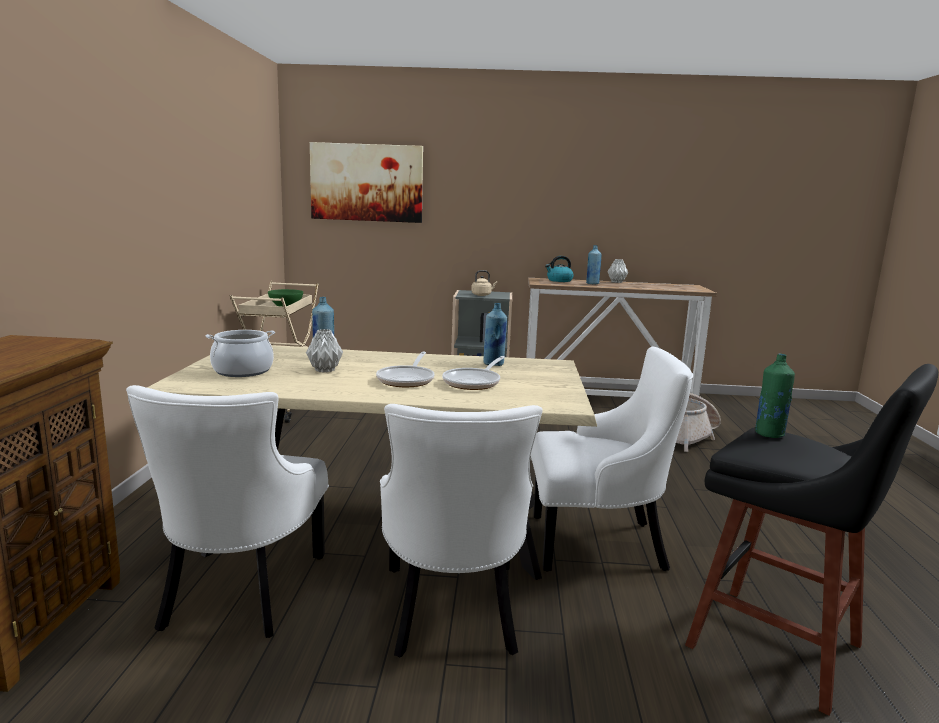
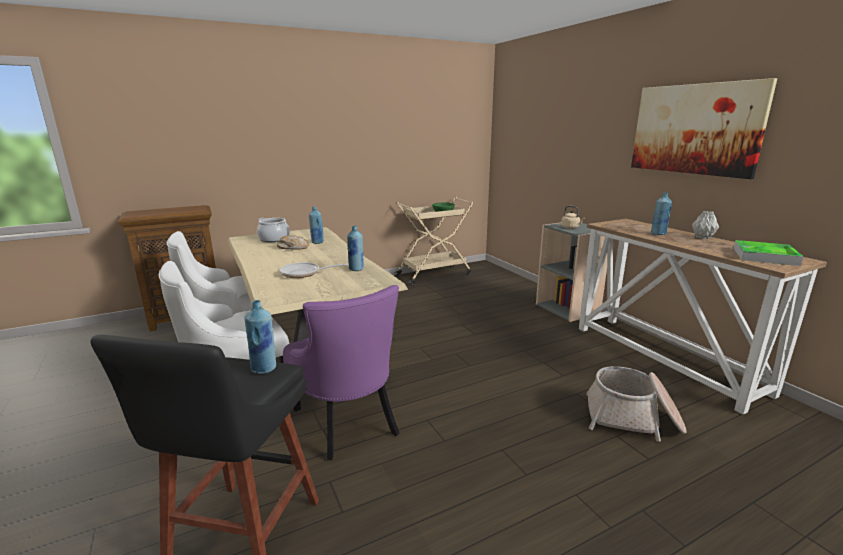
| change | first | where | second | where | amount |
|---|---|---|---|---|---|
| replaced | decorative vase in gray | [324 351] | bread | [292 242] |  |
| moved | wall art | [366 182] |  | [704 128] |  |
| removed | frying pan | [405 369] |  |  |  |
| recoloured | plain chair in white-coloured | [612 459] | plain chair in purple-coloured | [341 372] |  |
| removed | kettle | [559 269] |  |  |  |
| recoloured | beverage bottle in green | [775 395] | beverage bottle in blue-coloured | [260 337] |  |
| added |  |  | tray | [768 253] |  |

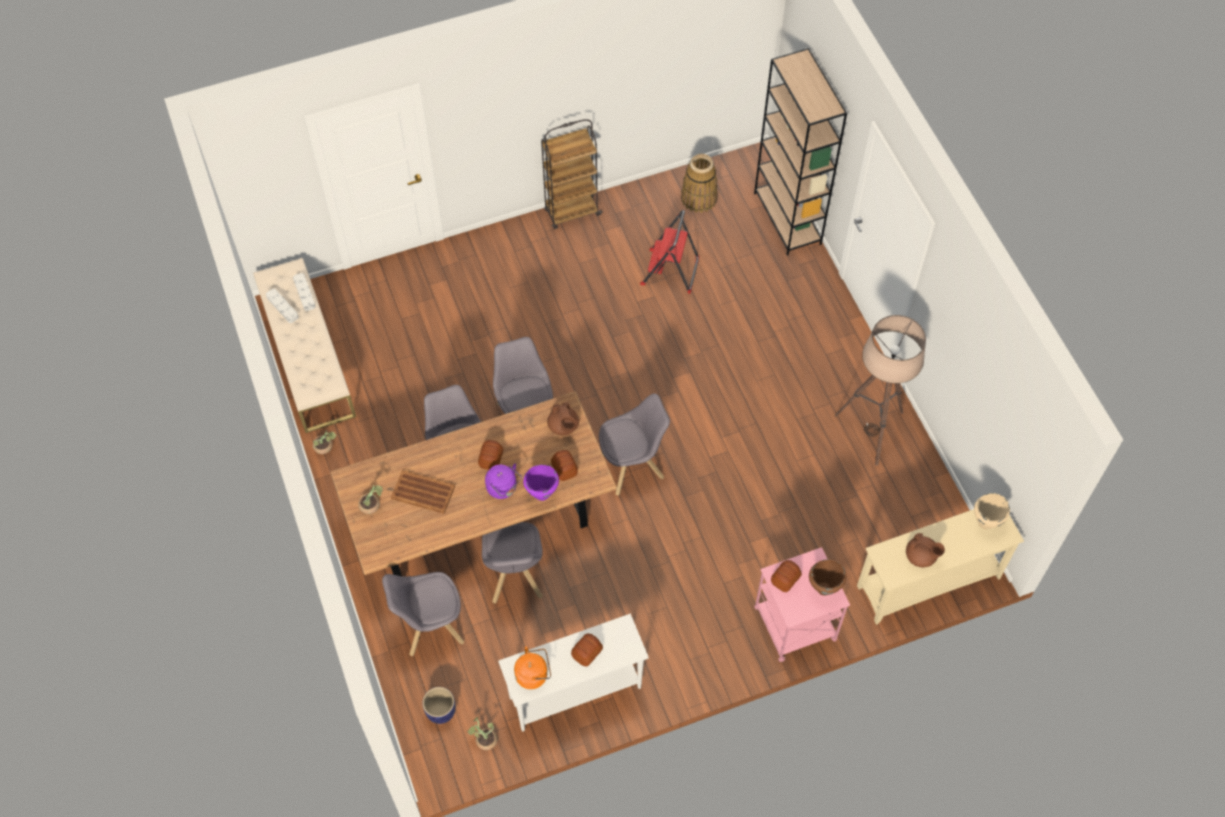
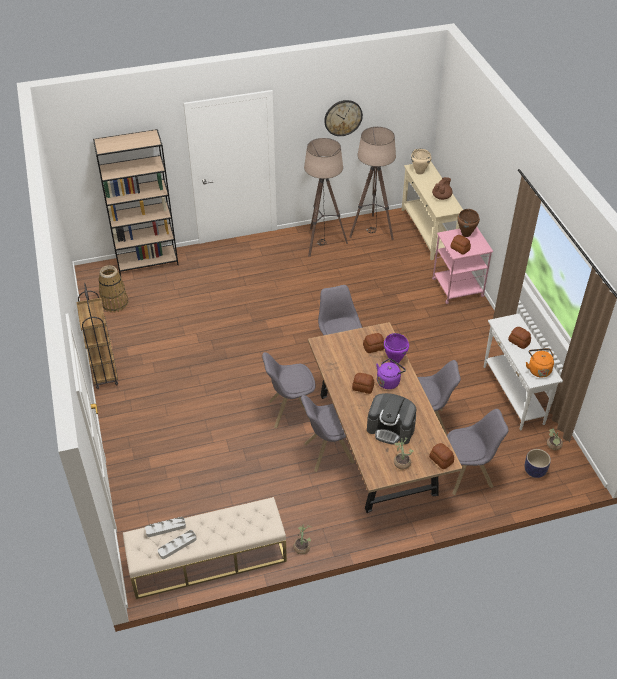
| change | first | where | second | where | amount |
|---|---|---|---|---|---|
| turned | plain chair in gray | [423 614] |  | [478 452] | 90 degrees counterclockwise |
| replaced | tray in brown | [423 492] | coffee brewer | [391 419] |  |
| removed | tea pot in brown | [563 418] |  |  |  |
| removed | step ladder in red | [669 252] |  |  |  |
| added |  |  | hanging clock | [343 118] |  |
| added |  |  | standing lamp | [372 183] |  |
| added |  |  | bread | [441 456] |  |

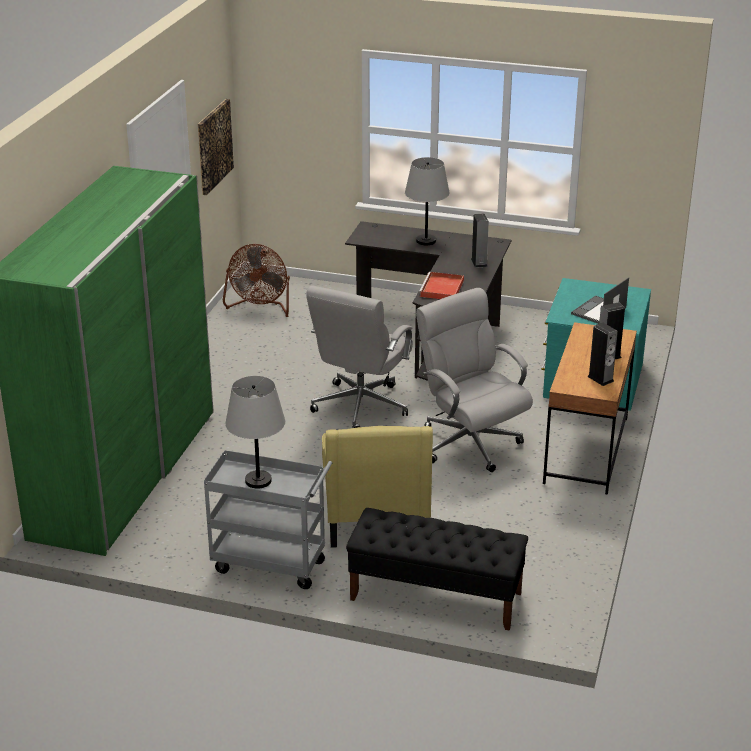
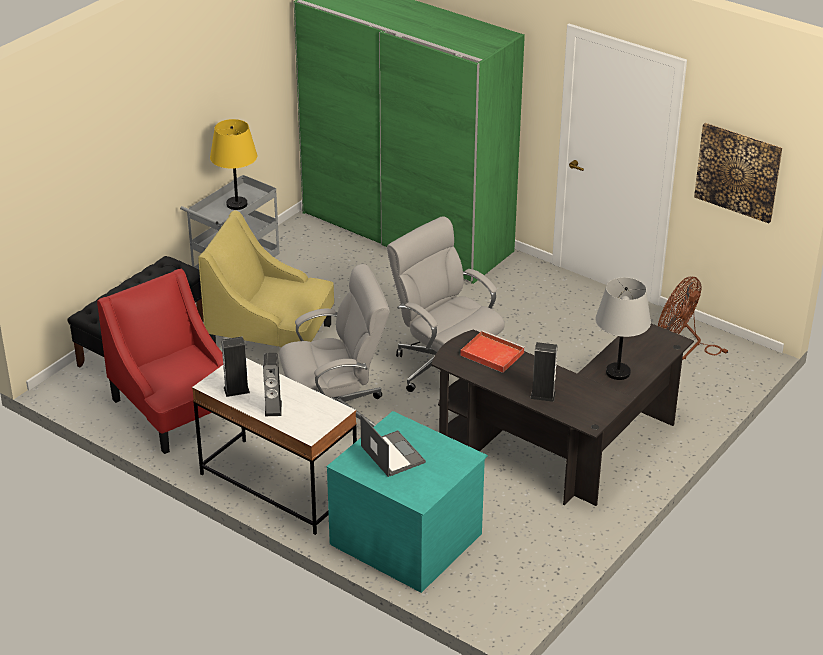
| change | first | where | second | where | amount |
|---|---|---|---|---|---|
| recoloured | table lamp in gray | [255 432] | table lamp in yellow-coloured | [233 164] |  |
| recoloured | desk in brown | [590 408] | desk in white-coloured | [274 446] |  |
| added |  |  | lounge chair in red | [160 361] |  |

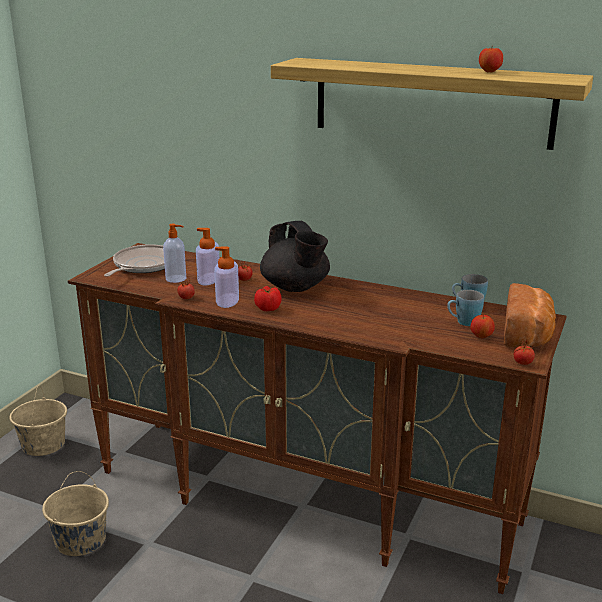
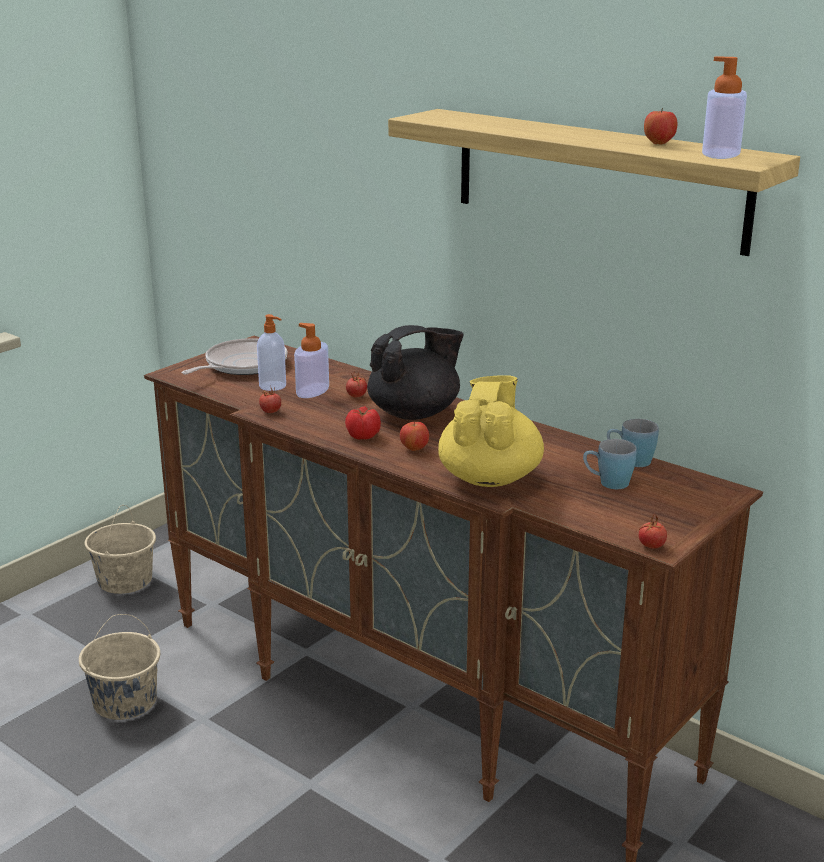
| change | first | where | second | where | amount |
|---|---|---|---|---|---|
| moved | liquid soap bottle | [226 277] |  | [724 108] |  |
| turned | tea pot in blackish | [295 256] |  | [415 372] | 105 degrees counterclockwise |
| moved | whole apple | [482 327] |  | [414 436] |  |
| removed | bread | [530 315] |  |  |  |
| added |  |  | tea pot in yellow-coloured | [491 431] |  |

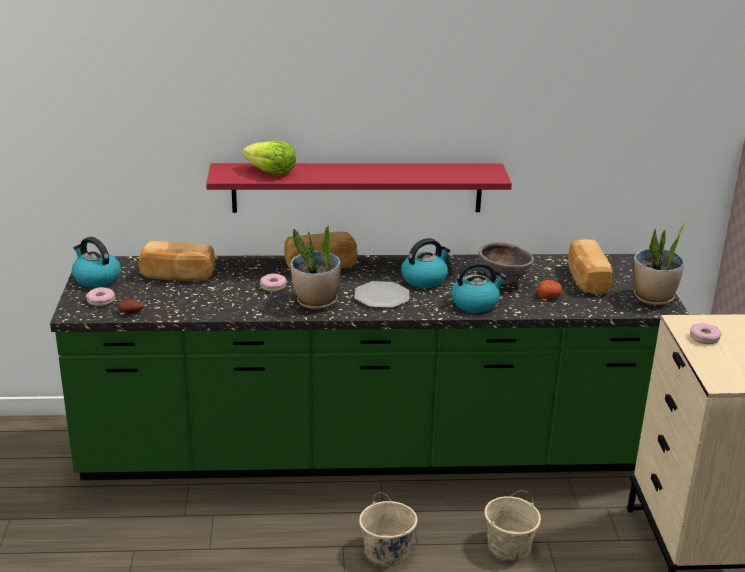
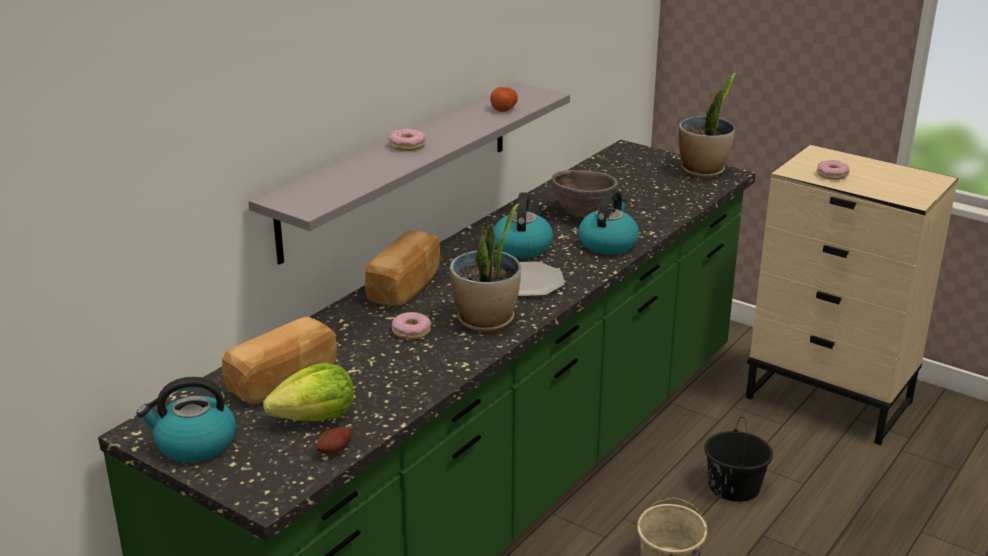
| change | first | where | second | where | amount |
|---|---|---|---|---|---|
| moved | ring doughnut | [100 296] |  | [407 139] |  |
| recoloured | bracket shelf in red | [359 188] | bracket shelf in gray | [409 173] |  |
| moved | lettuce | [269 158] |  | [308 392] |  |
| recoloured | water bucket in sand-coloured | [512 525] | water bucket in blackish | [738 459] |  |
| moved | potato | [549 289] |  | [504 99] |  |
| removed | bread | [590 266] |  |  |  |

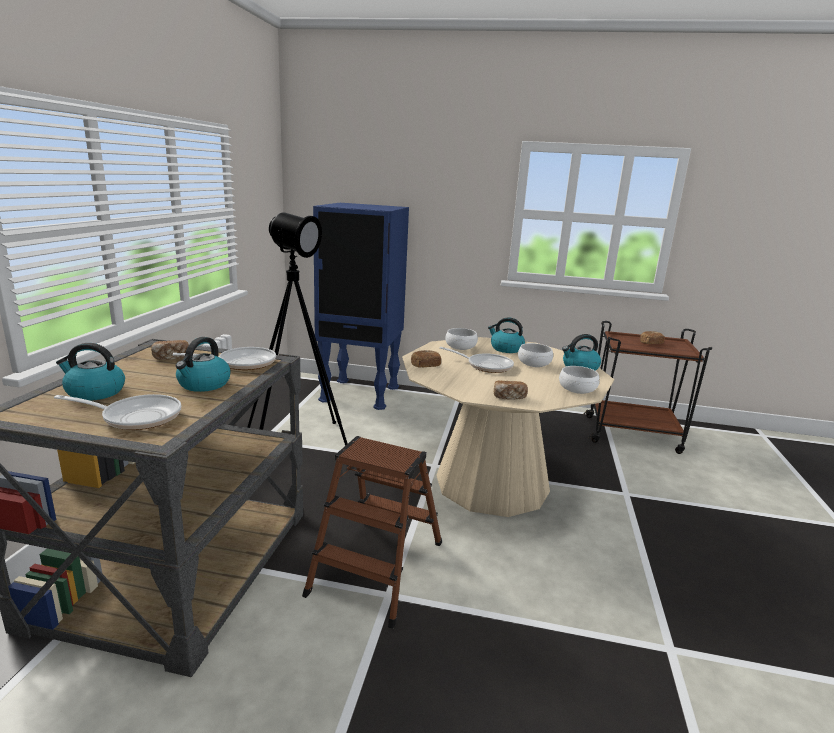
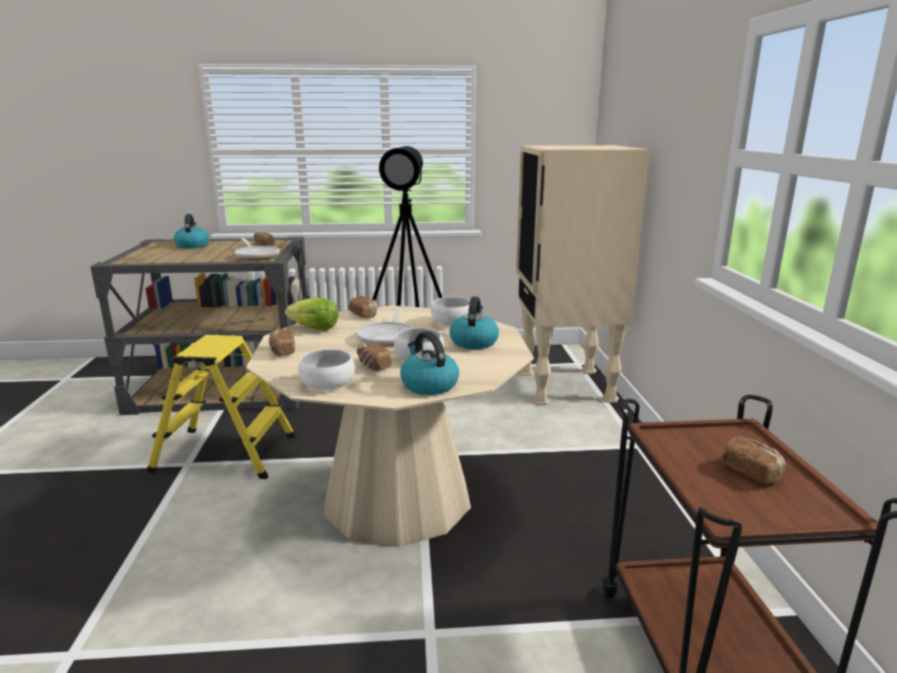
| change | first | where | second | where | amount |
|---|---|---|---|---|---|
| removed | frying pan | [117 412] |  |  |  |
| removed | kettle | [203 364] |  |  |  |
| recoloured | step ladder in brown | [372 532] | step ladder in yellow-coloured | [221 406] |  |
| recoloured | cabinet in blue-coloured | [361 306] | cabinet in sand-coloured | [583 275] |  |
| added |  |  | lettuce | [311 314] |  |
| added |  |  | bread | [374 357] |  |

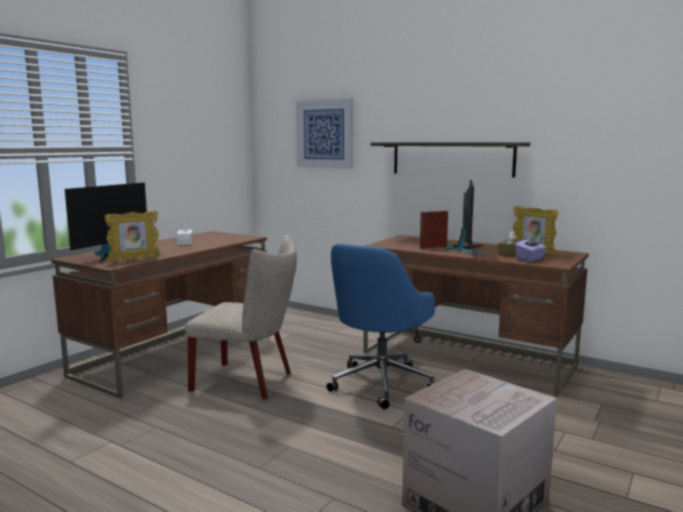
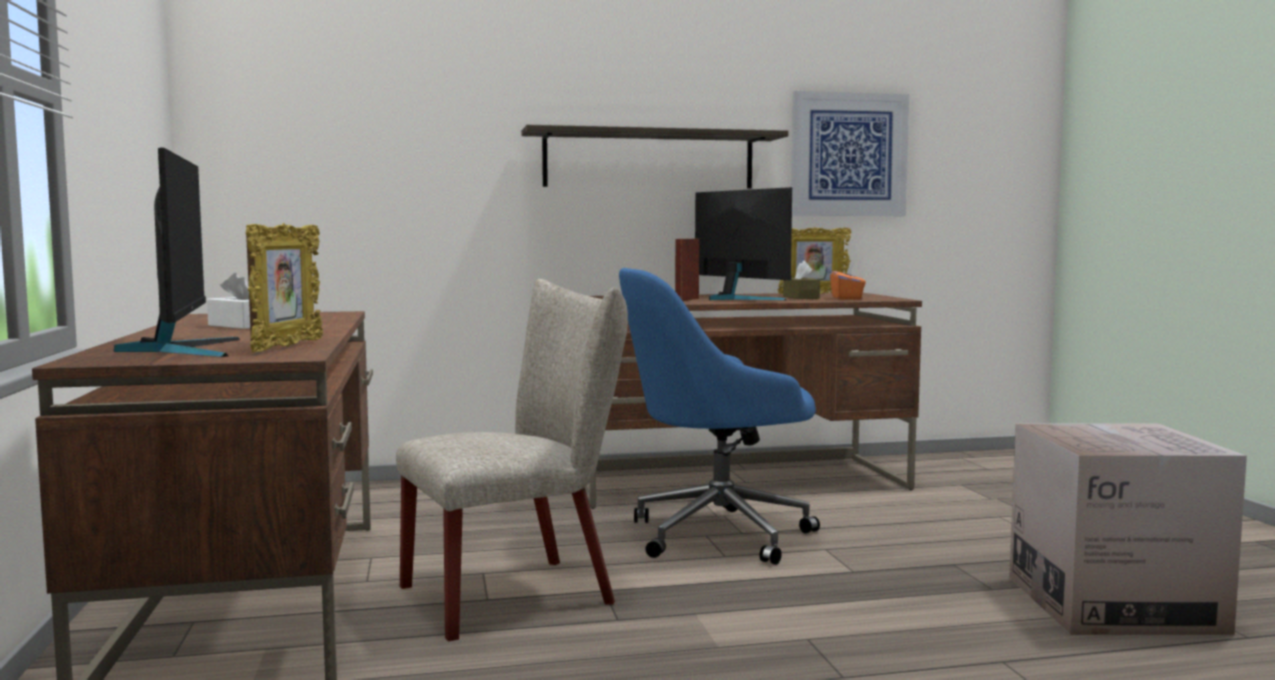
| change | first | where | second | where | amount |
|---|---|---|---|---|---|
| moved | wall art | [324 133] |  | [850 153] |  |
| turned | computer chair in blue-coloured | [381 326] |  | [719 416] | 90 degrees clockwise |
| recoloured | tissue holder in purple-coloured | [530 249] | tissue holder in orangey | [848 281] |  |

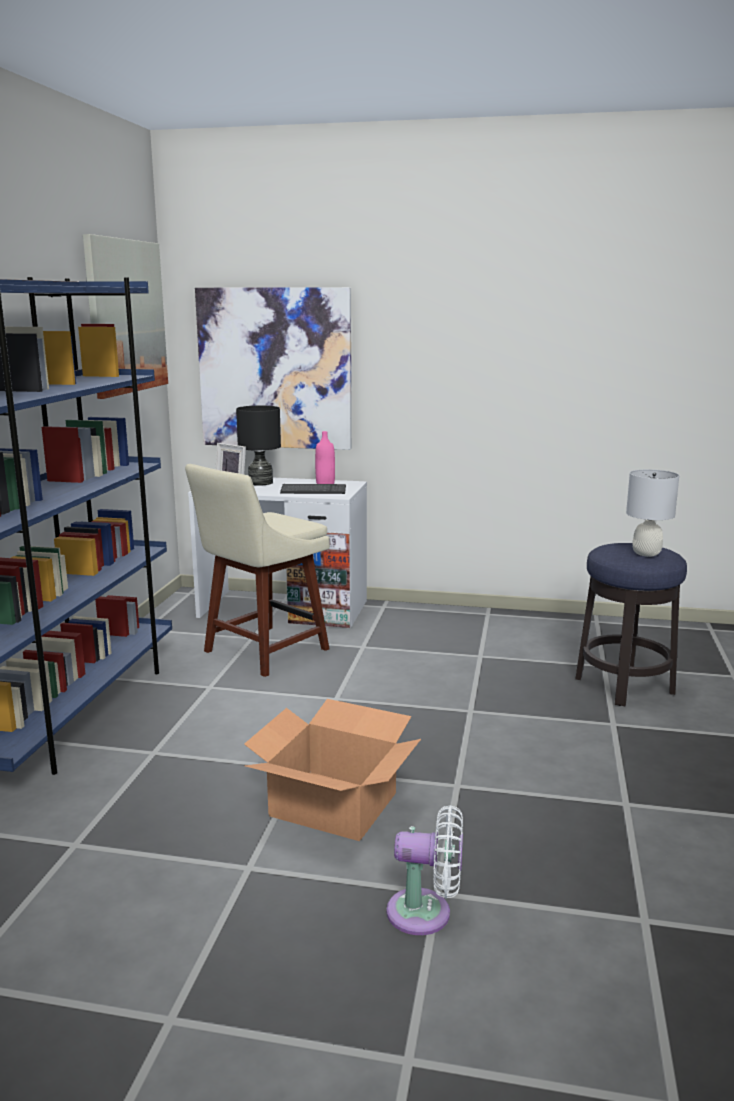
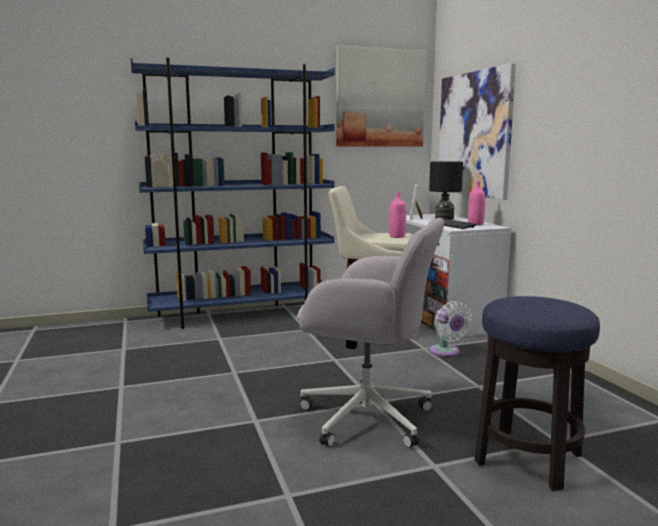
| change | first | where | second | where | amount |
|---|---|---|---|---|---|
| removed | carton | [332 770] |  |  |  |
| moved | cooling fan in white-coloured | [424 870] |  | [450 329] |  |
| removed | table lamp in gray | [652 513] |  |  |  |
| added |  |  | computer chair in gray | [370 333] |  |
| added |  |  | beverage bottle in pinkish | [397 215] |  |

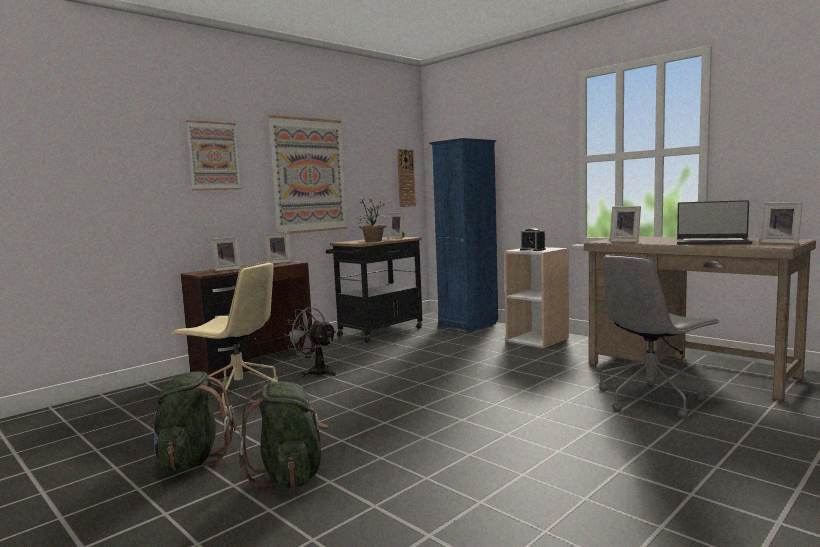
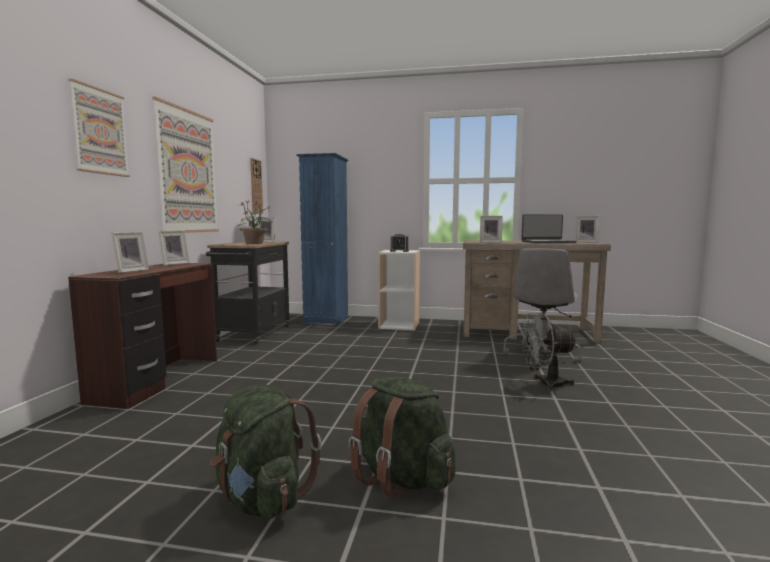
| change | first | where | second | where | amount |
|---|---|---|---|---|---|
| removed | computer chair in sand-coloured | [225 338] |  |  |  |
| moved | cooling fan in gray | [310 342] |  | [549 352] |  |

